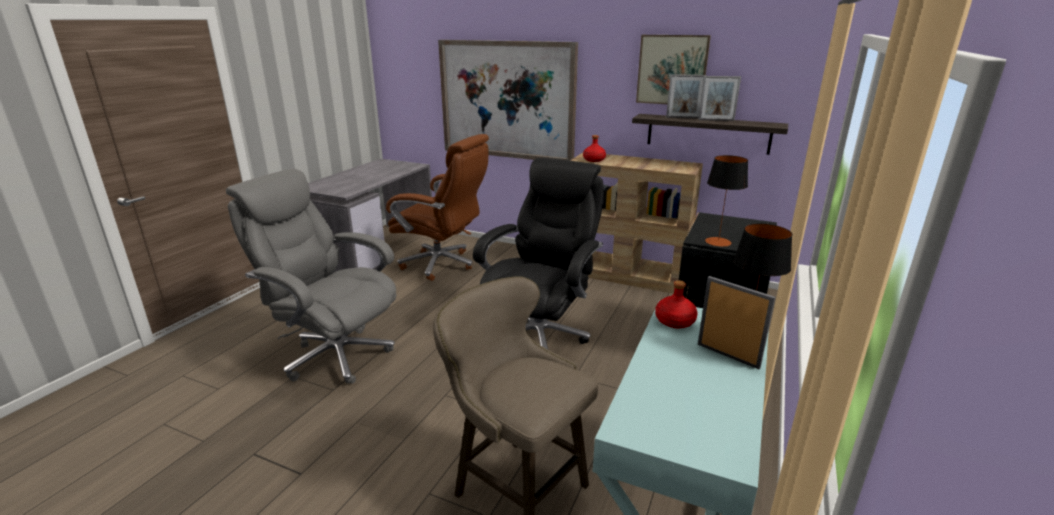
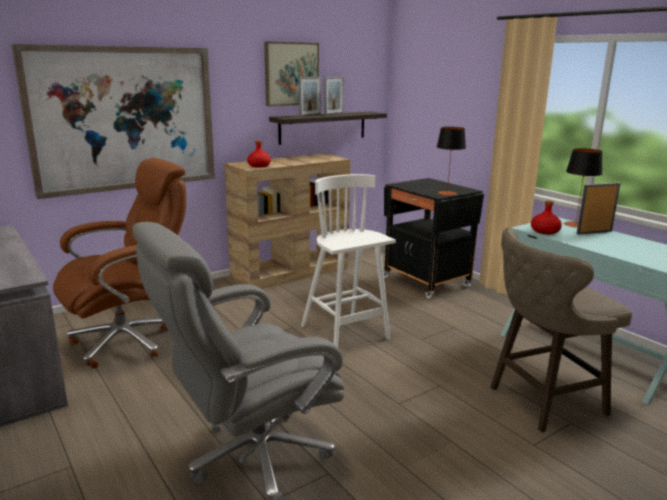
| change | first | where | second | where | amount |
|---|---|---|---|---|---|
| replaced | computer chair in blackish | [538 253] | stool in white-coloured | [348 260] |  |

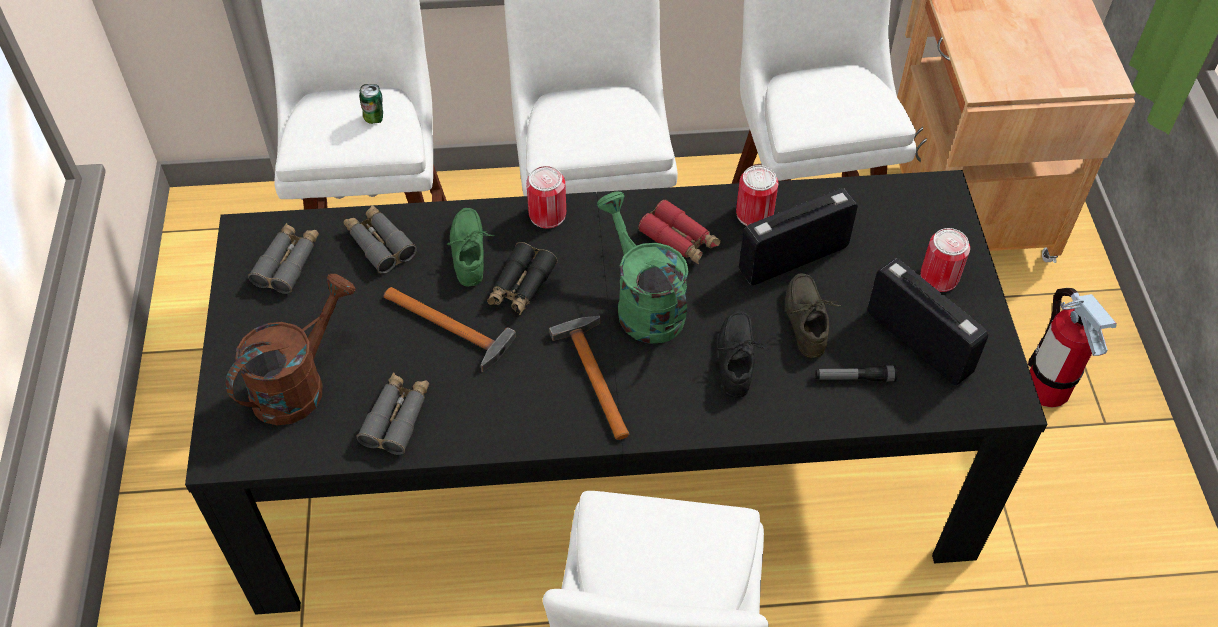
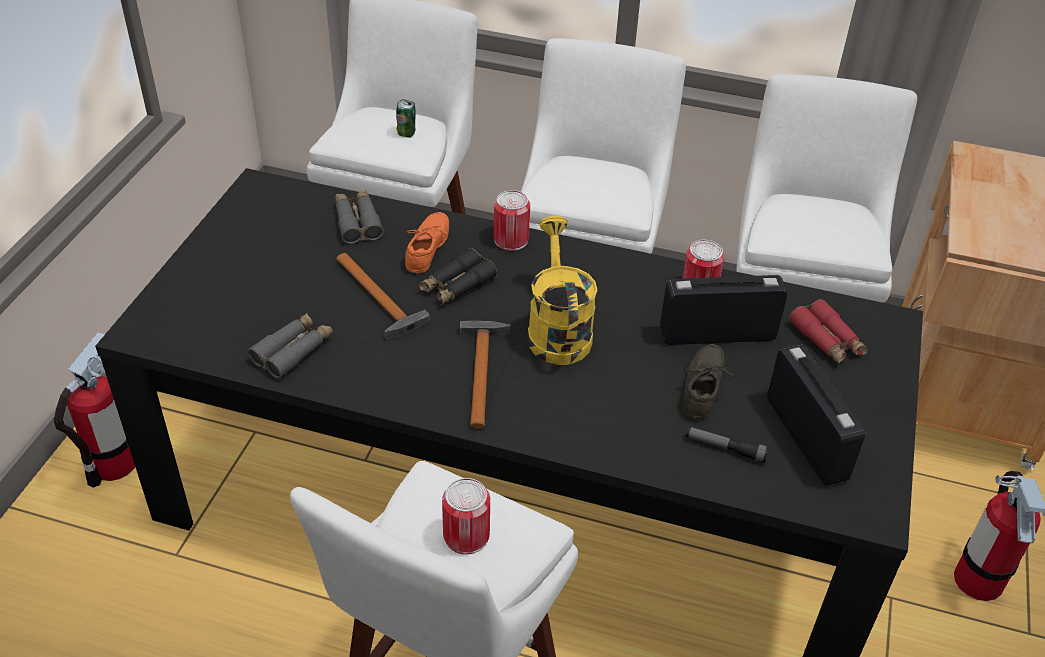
| change | first | where | second | where | amount |
|---|---|---|---|---|---|
| removed | sprinkling can in brown | [290 349] |  |  |  |
| removed | field glasses in gray | [283 258] |  |  |  |
| recoloured | shoe in green | [471 247] | shoe in orangey | [427 242] |  |
| recoloured | sprinkling can in green | [643 267] | sprinkling can in yellow-coloured | [562 290] |  |
| moved | field glasses in red | [679 232] |  | [828 331] |  |
| removed | shoe in blackish | [742 354] |  |  |  |
| moved | can | [945 260] |  | [466 516] |  |
| added |  |  | extinguisher | [94 409] |  |

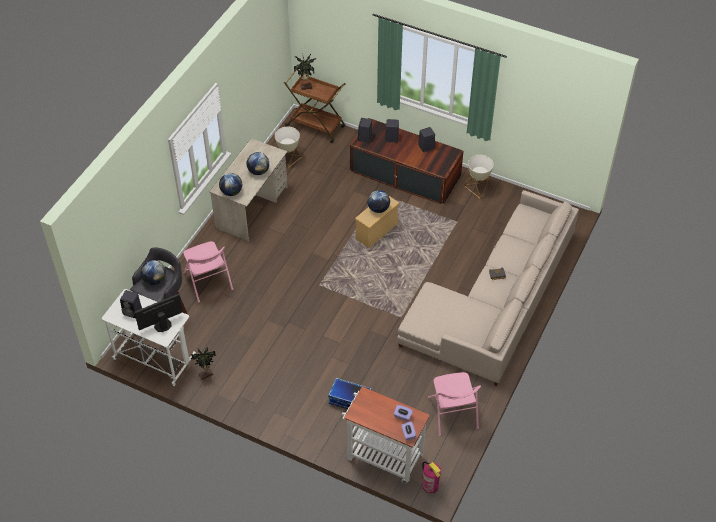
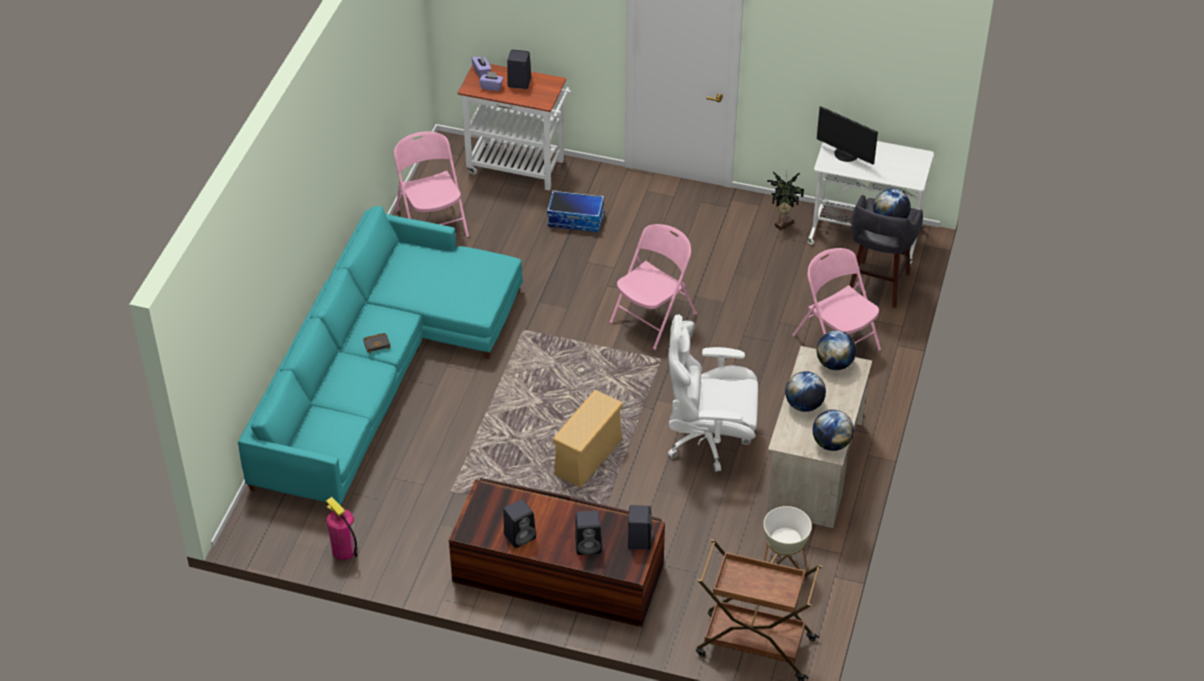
| change | first | where | second | where | amount |
|---|---|---|---|---|---|
| moved | speaker in blackish | [131 304] |  | [519 69] |  |
| turned | computer display | [158 313] |  | [847 135] | 75 degrees clockwise |
| removed | plant in a pot | [305 71] |  |  |  |
| moved | globe | [378 201] |  | [833 430] |  |
| recoloured | settee in sand-coloured | [488 288] | settee in blue-green | [380 356] |  |
| moved | extinguisher | [431 477] |  | [342 528] |  |
| removed | flower pot | [479 177] |  |  |  |
| added |  |  | plain chair in pinkish | [653 287] |  |
| added |  |  | computer chair in white-coloured | [713 393] |  |

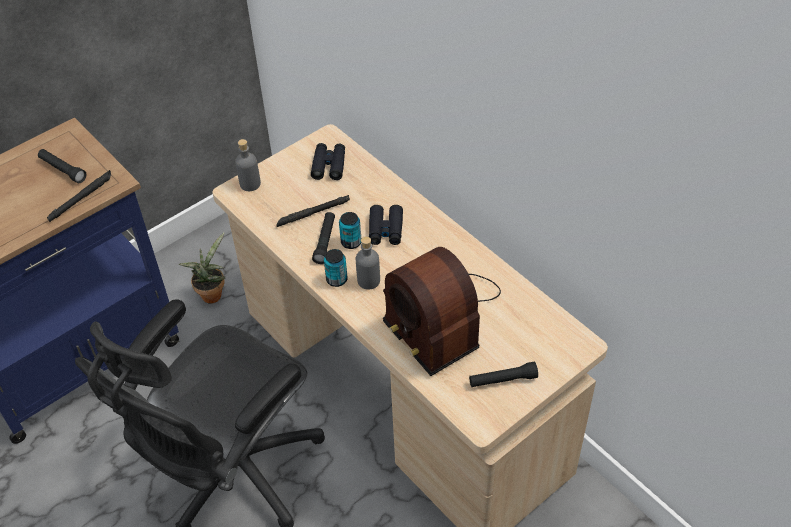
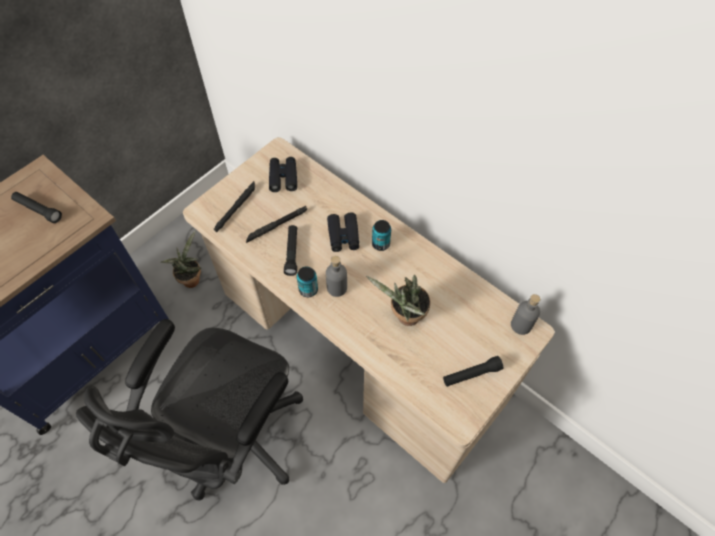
| change | first | where | second | where | amount |
|---|---|---|---|---|---|
| moved | torch in blackish | [79 196] |  | [234 206] |  |
| moved | beverage bottle in gray | [248 165] |  | [525 314] |  |
| moved | can | [350 230] |  | [381 235] |  |
| replaced | radio | [442 311] | plant in a pot | [398 300] |  |

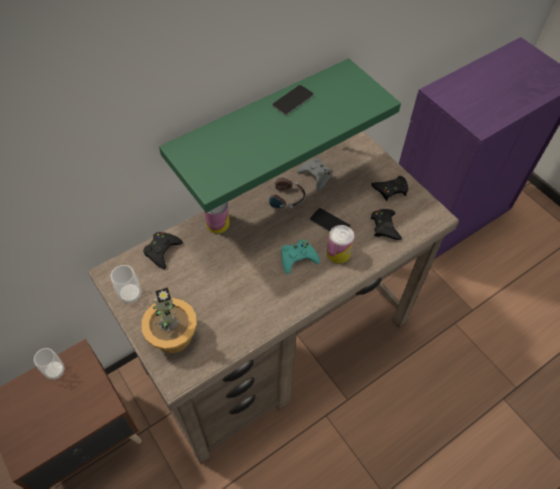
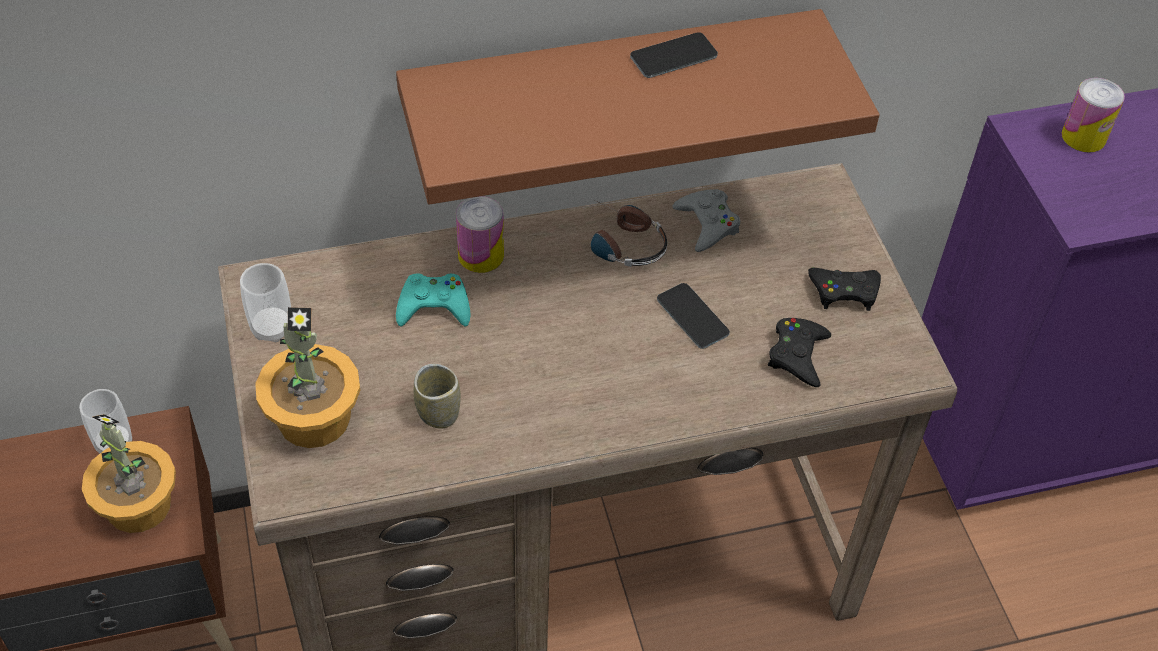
| change | first | where | second | where | amount |
|---|---|---|---|---|---|
| removed | gamepad in blackish | [163 250] |  |  |  |
| recoloured | bracket shelf in green | [280 135] | bracket shelf in brown | [637 107] |  |
| moved | gamepad in blue-green | [300 257] |  | [433 300] |  |
| moved | can | [340 244] |  | [1093 115] |  |
| added |  |  | plant in a pot | [129 473] |  |
| added |  |  | cup | [437 396] |  |

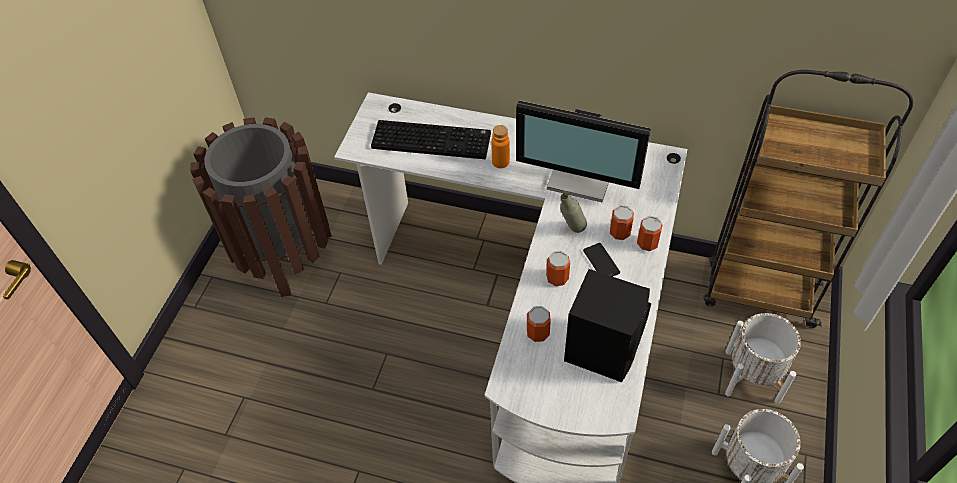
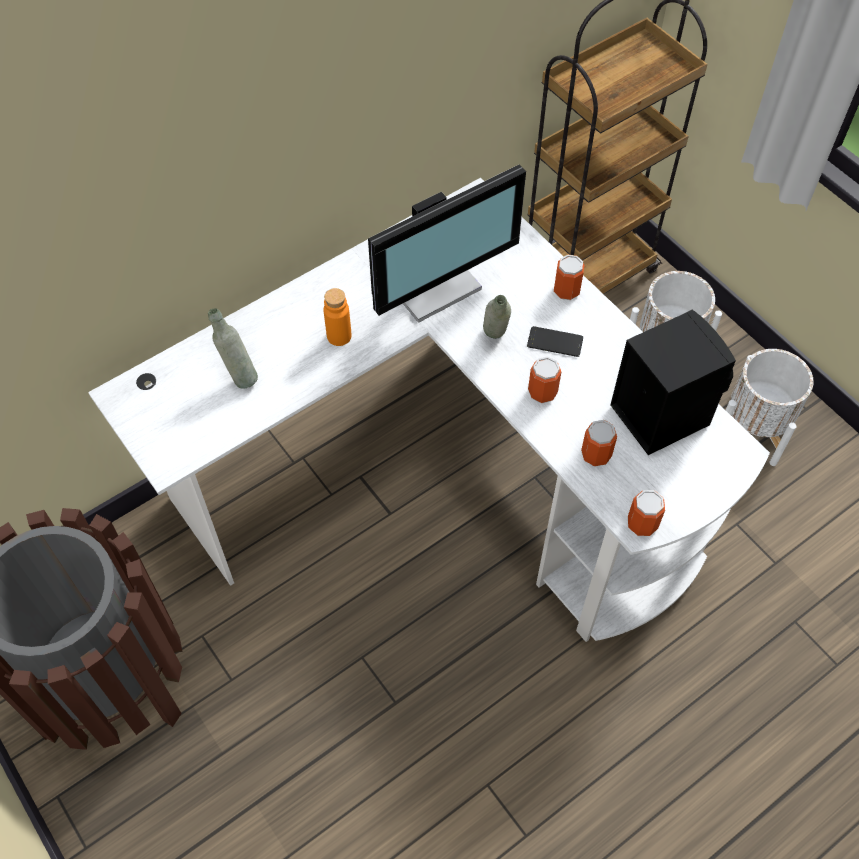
| change | first | where | second | where | amount |
|---|---|---|---|---|---|
| replaced | keyboard | [431 139] | beverage bottle in gray | [233 348] |  |
| moved | can | [622 222] |  | [646 513] |  |

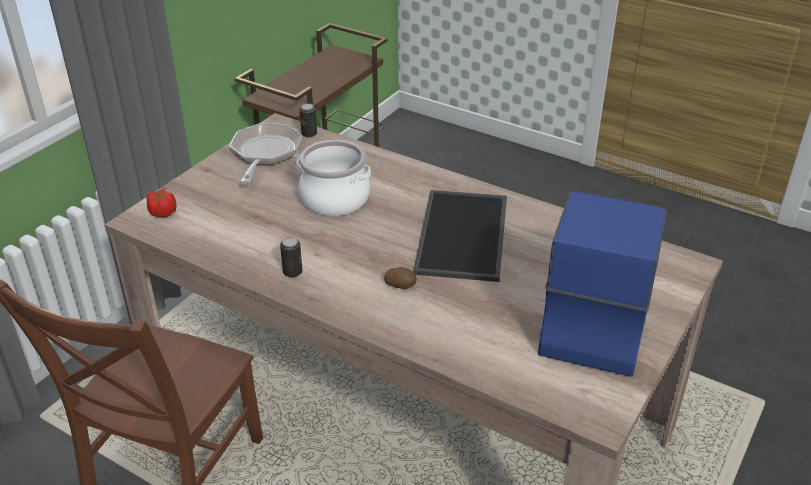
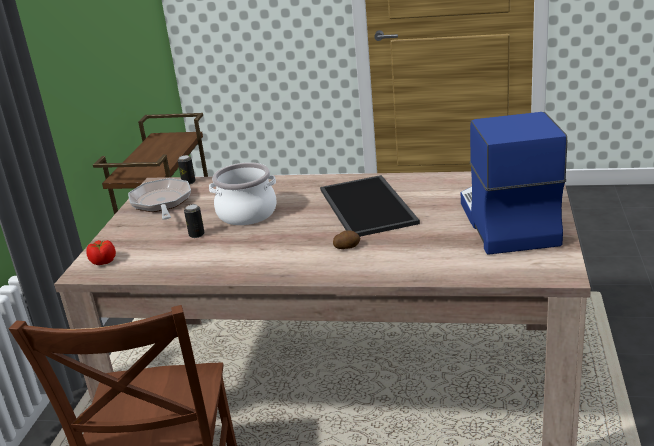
| change | first | where | second | where | amount |
|---|---|---|---|---|---|
| moved | can | [291 257] |  | [194 221] |  |

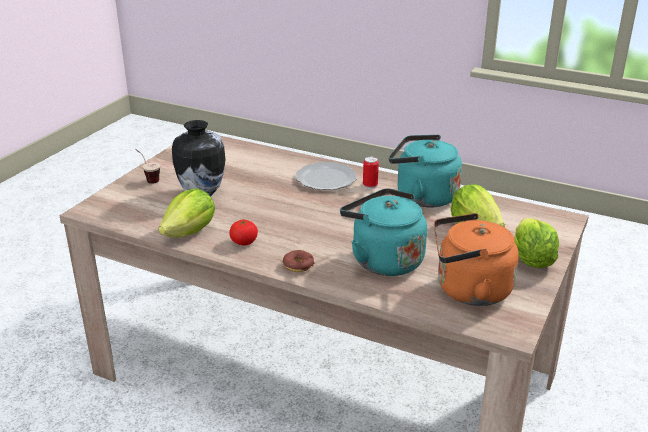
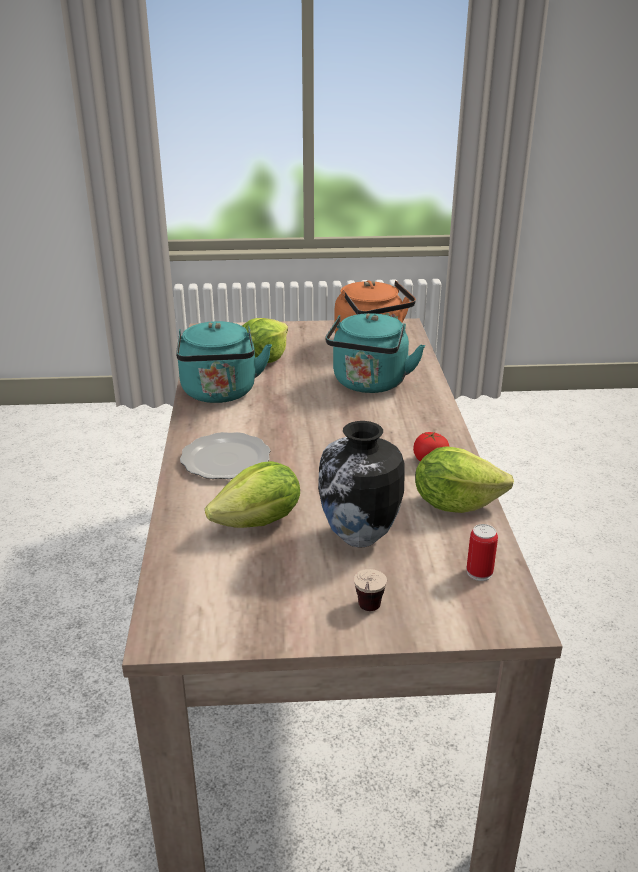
| change | first | where | second | where | amount |
|---|---|---|---|---|---|
| removed | ring doughnut | [298 261] |  |  |  |
| moved | can | [371 173] |  | [482 552] |  |
| moved | lettuce | [536 243] |  | [252 494] |  |

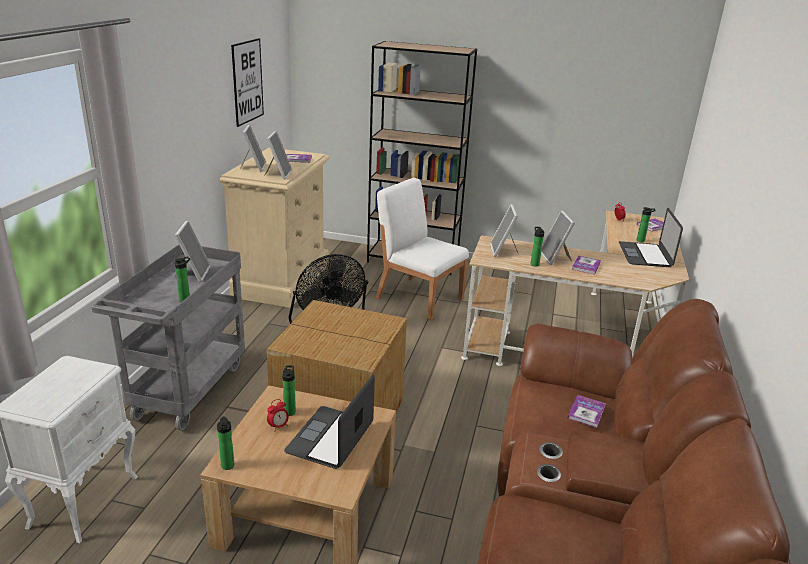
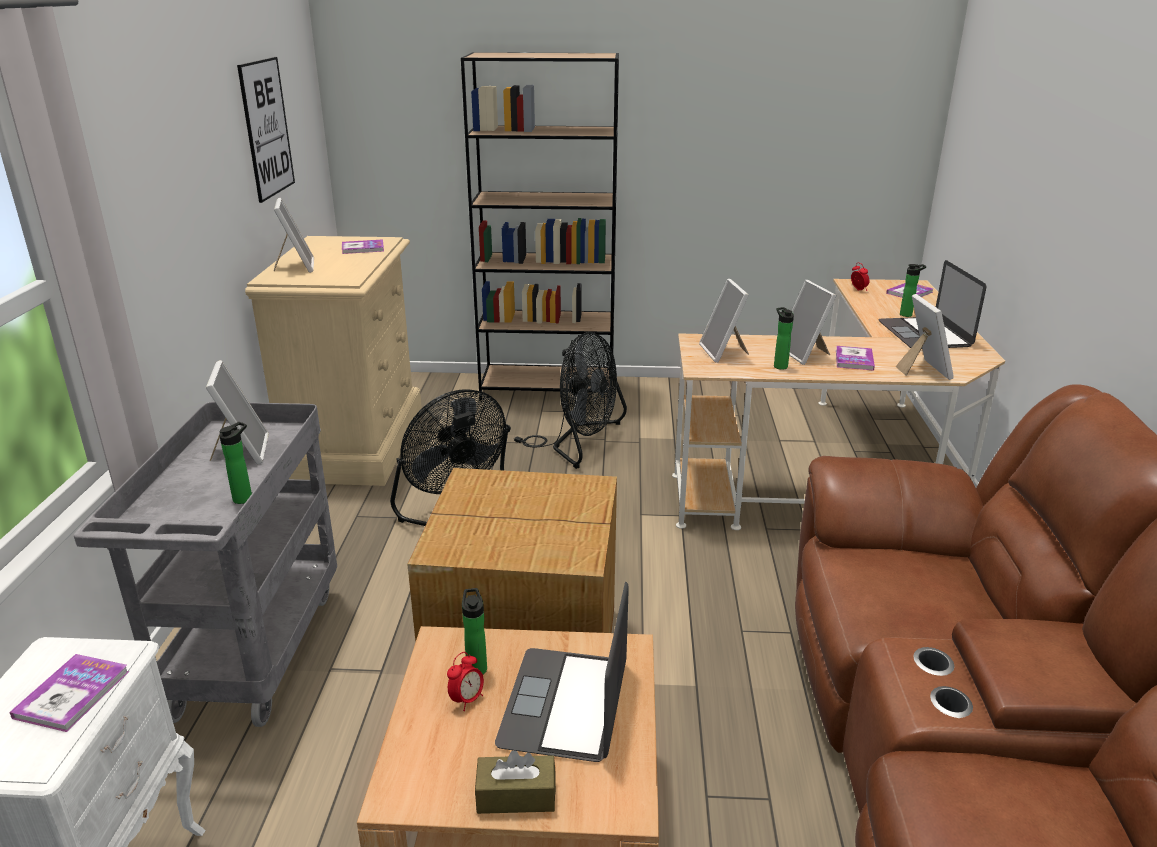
| change | first | where | second | where | amount |
|---|---|---|---|---|---|
| removed | beverage bottle | [225 443] |  |  |  |
| moved | standing frame | [278 155] |  | [924 337] |  |
| replaced | plain chair in white-coloured | [422 249] | cooling fan in blackish | [570 400] |  |
| moved | book | [586 411] |  | [69 693] |  |
| added |  |  | tissue holder in brown | [515 782] |  |

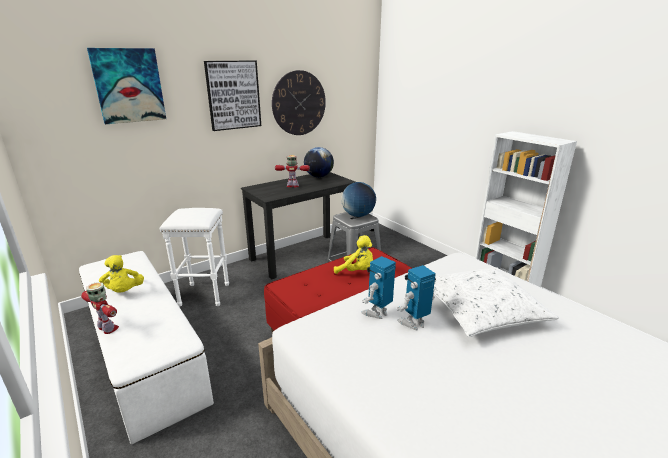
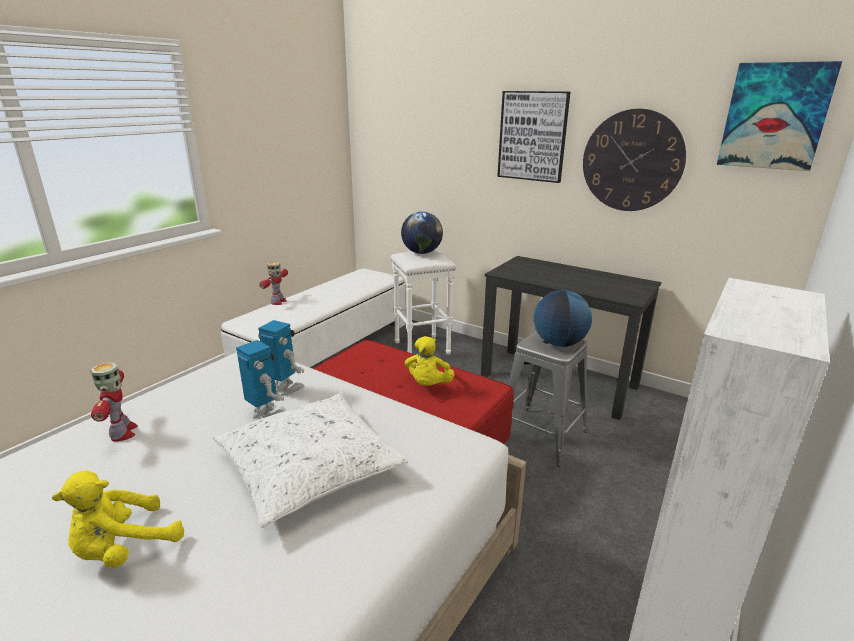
| change | first | where | second | where | amount |
|---|---|---|---|---|---|
| moved | wall art | [126 86] |  | [779 116] |  |
| moved | soft toy in yellow-coloured | [121 274] |  | [118 519] |  |
| moved | robot figure | [292 171] |  | [114 402] |  |
| moved | globe | [319 162] |  | [422 232] |  |

